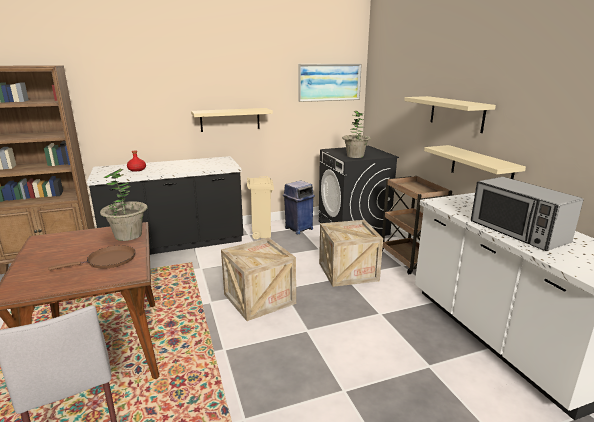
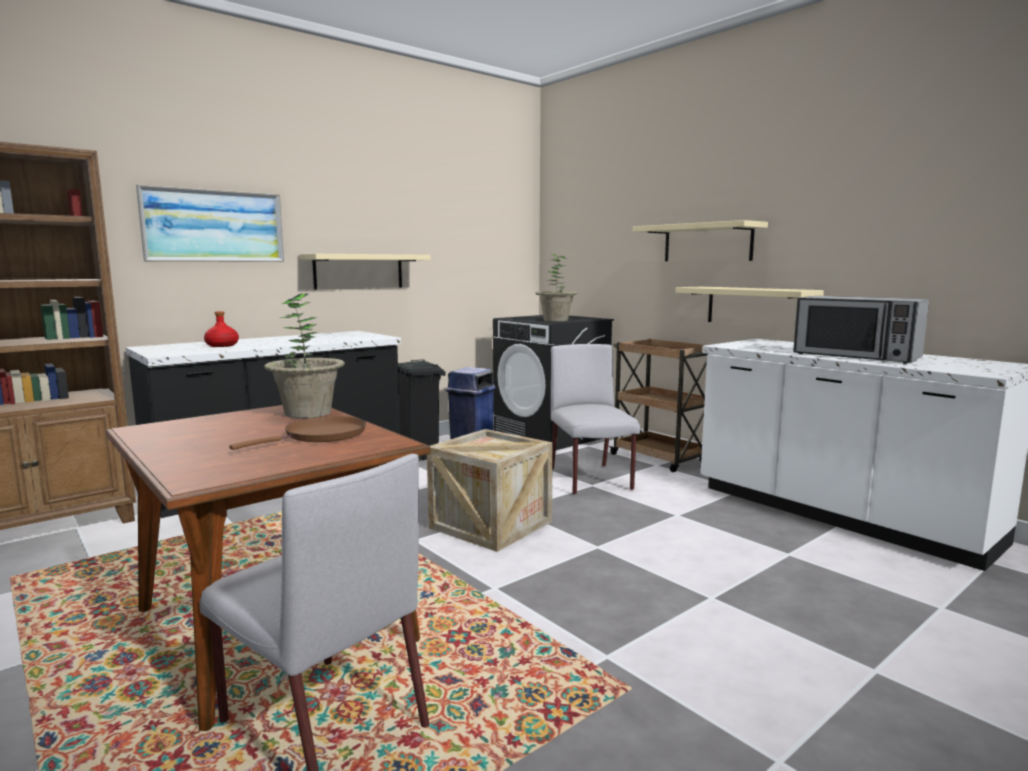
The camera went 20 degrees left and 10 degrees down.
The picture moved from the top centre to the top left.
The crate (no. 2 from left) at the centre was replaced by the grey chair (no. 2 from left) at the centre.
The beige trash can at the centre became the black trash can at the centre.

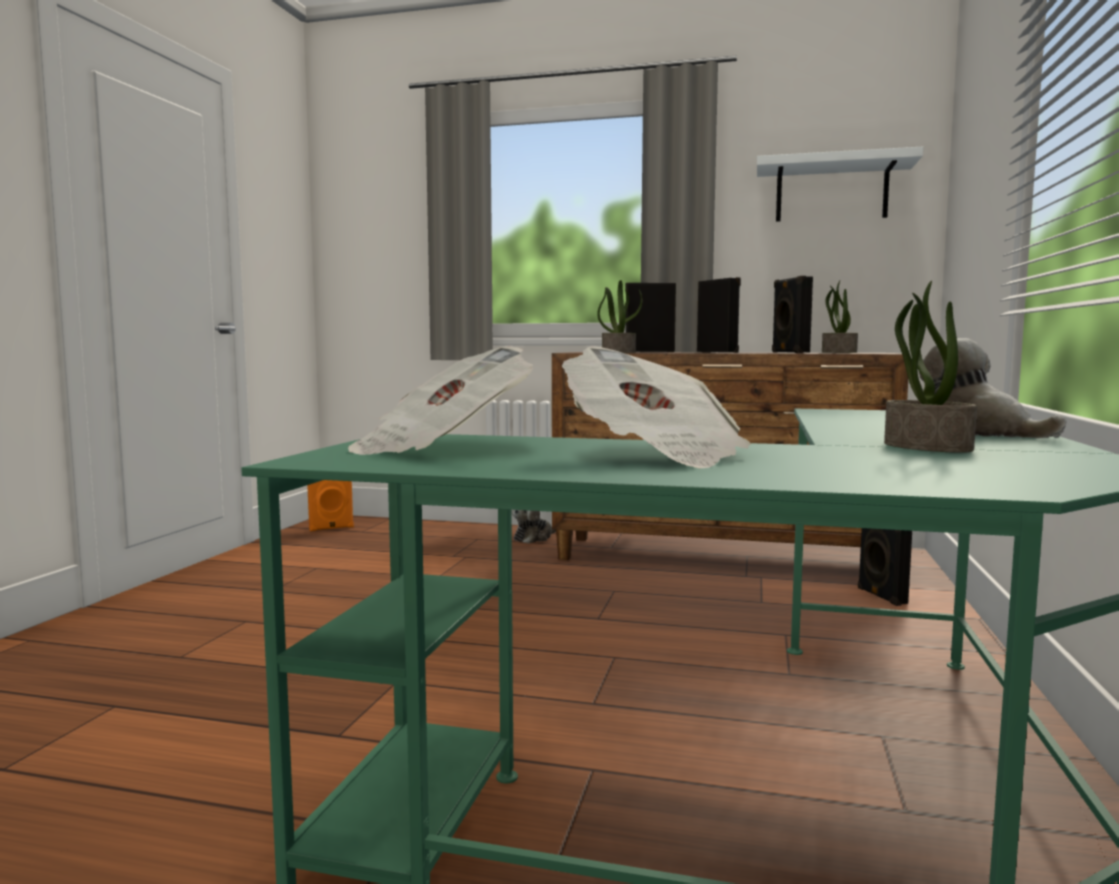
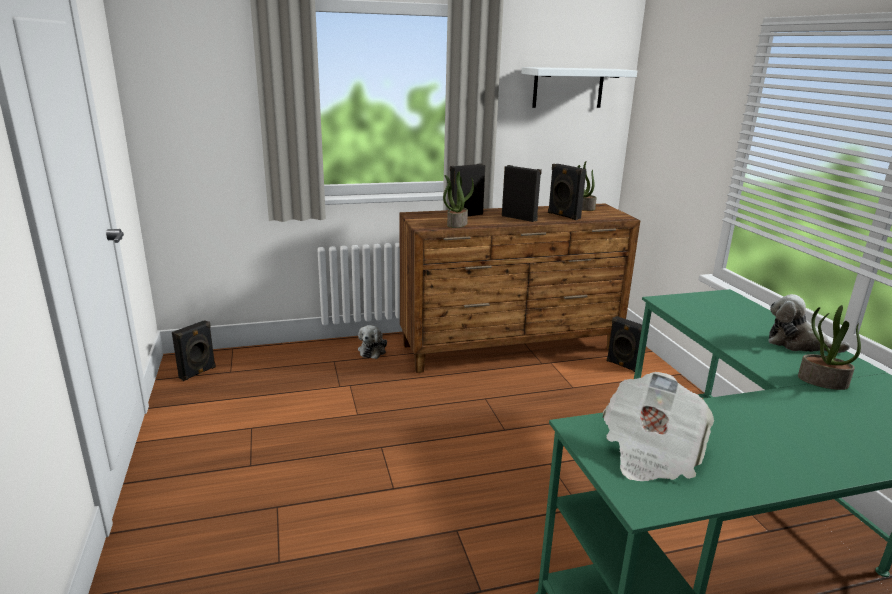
The camera went 30 degrees left and 15 degrees up.
The newspaper (no. 2 from left) at the centre disappeared.
The orange speaker at the middle left became the black speaker (no. 1 from left) at the middle left.

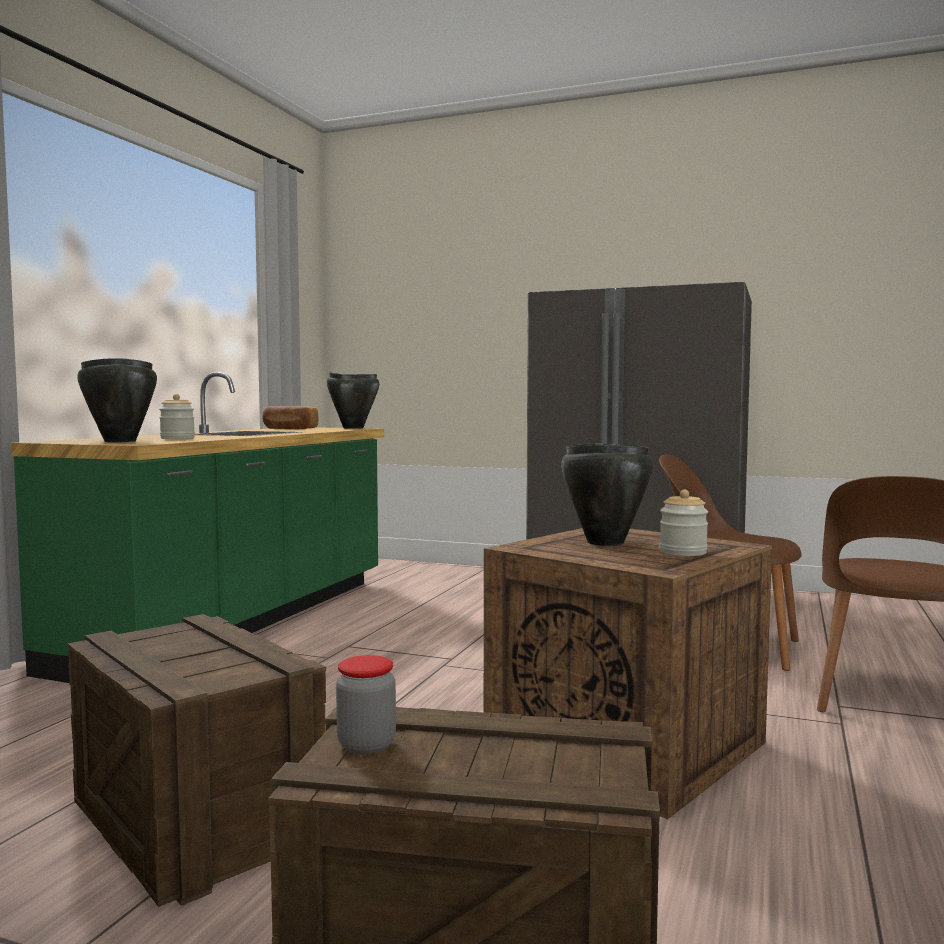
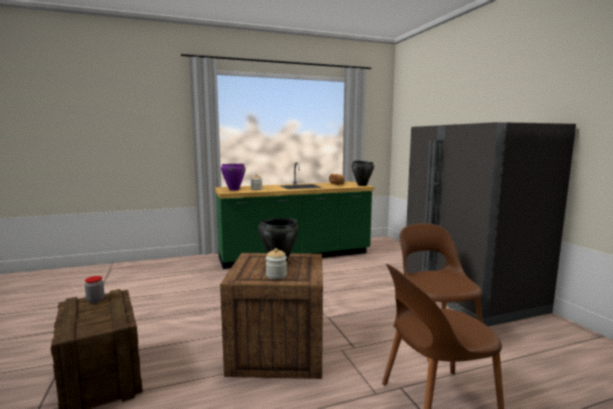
The camera went 50 degrees right and 5 degrees up.
The crate (no. 1 from left) at the bottom left disappeared.
The black cooking pot (no. 1 from left) at the middle left became the purple cooking pot at the centre.

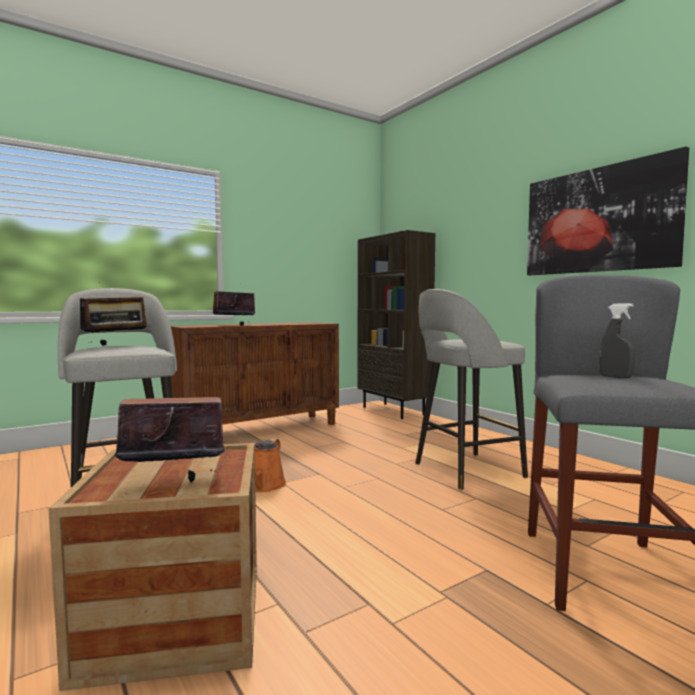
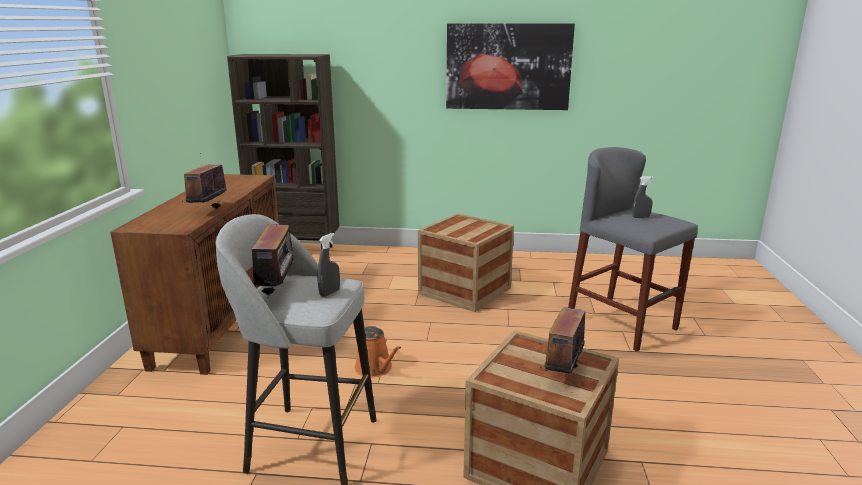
The camera went 50 degrees left and 15 degrees up.
The grey spray bottle (no. 1 from left) at the centre appeared.
The grey stool (no. 2 from left) at the middle right was replaced by the crate (no. 1 from left) at the centre.

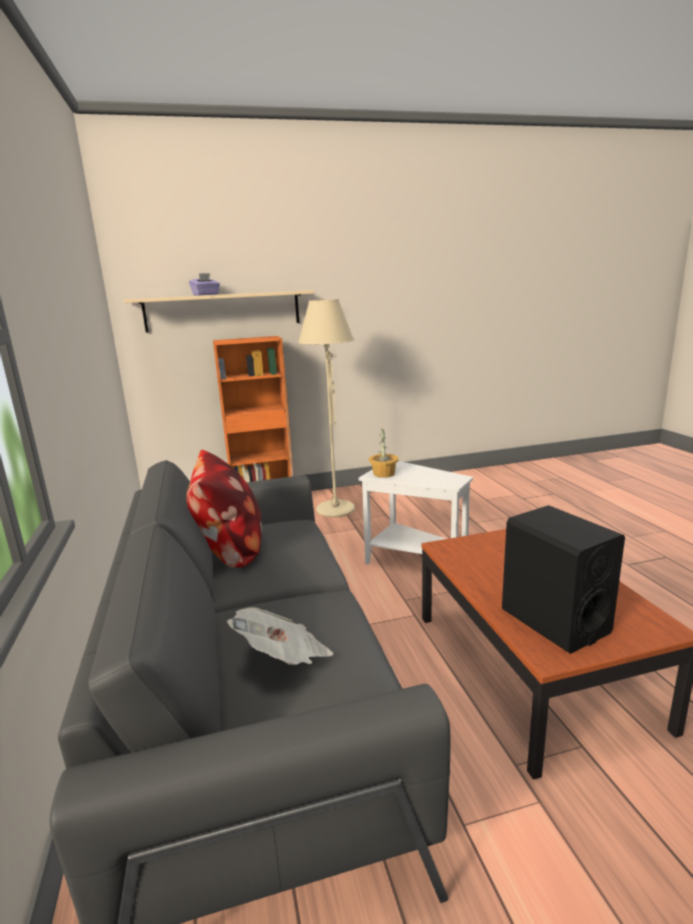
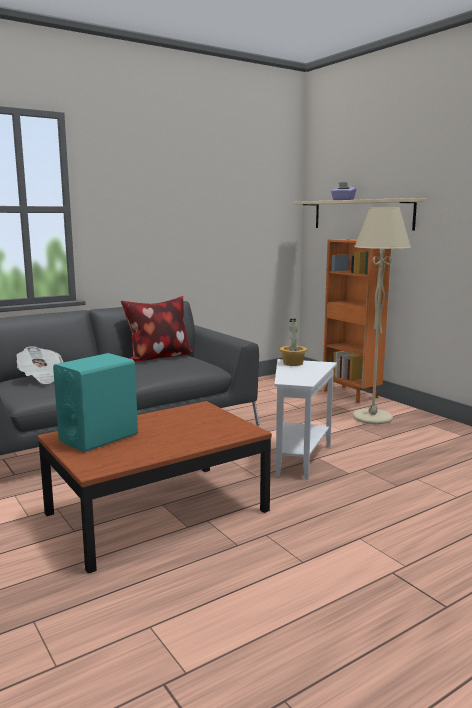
The camera went 70 degrees right and 5 degrees down.
The black speaker at the middle right became the turquoise speaker at the middle left.

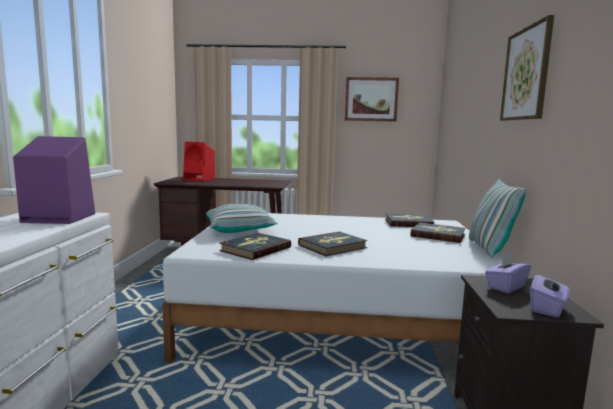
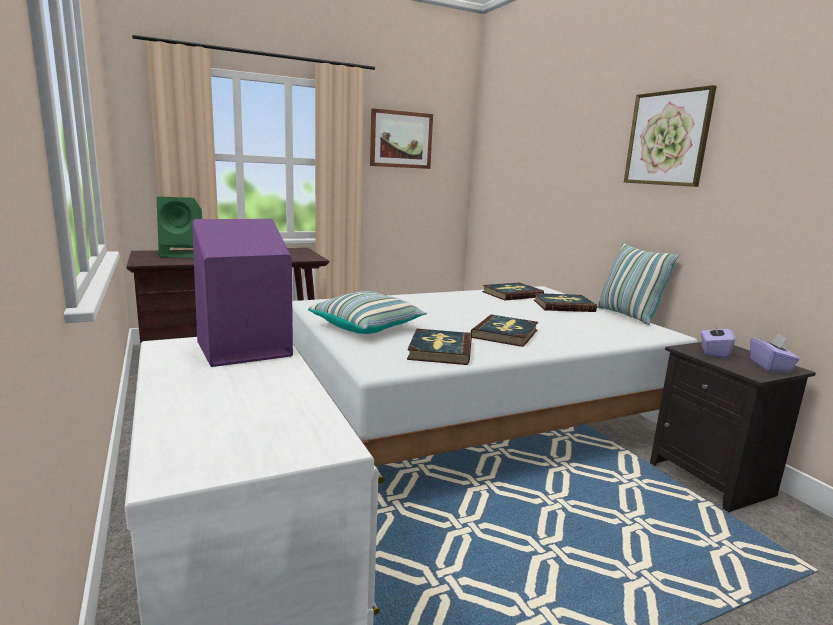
The camera went 30 degrees left and 5 degrees up.
The red speaker at the middle left became the green speaker at the middle left.

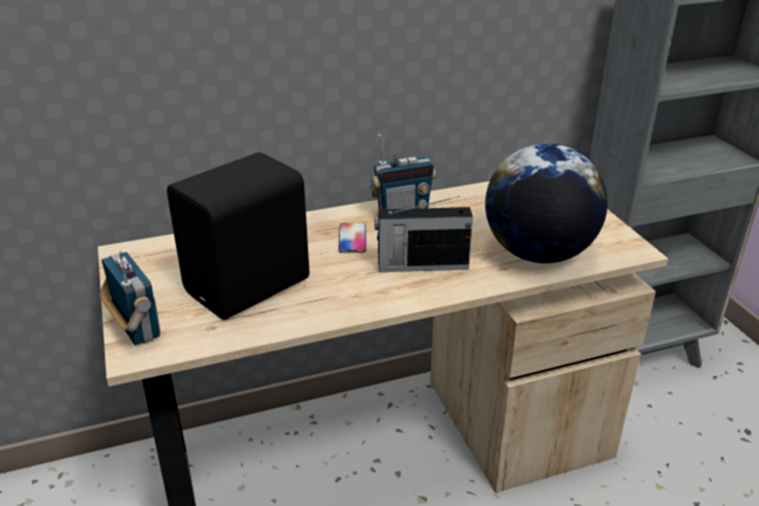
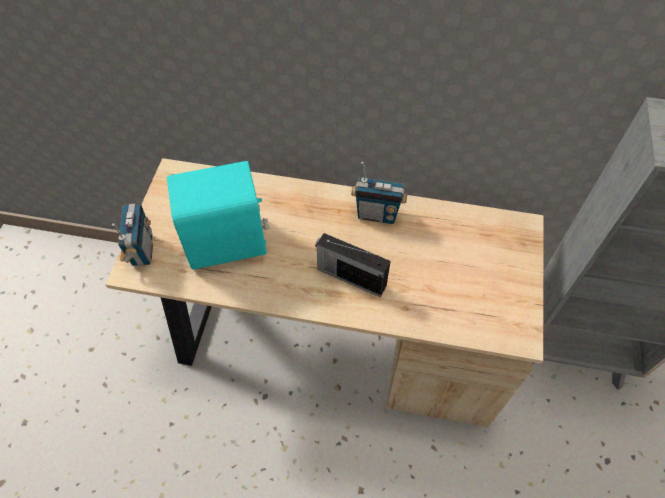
The camera went 30 degrees right and 25 degrees up.
The phone at the centre disappeared.
The globe at the middle right disappeared.
The black speaker at the middle left became the turquoise speaker at the middle left.

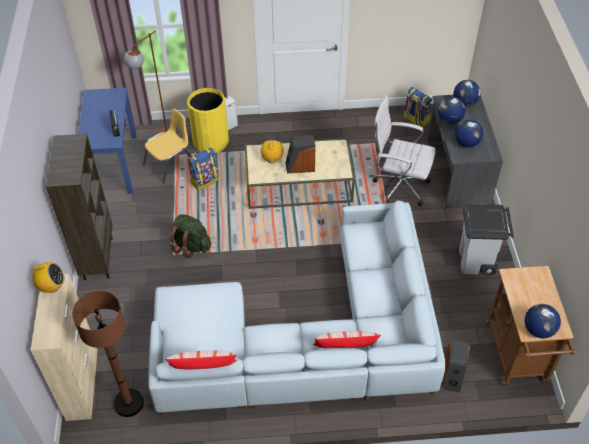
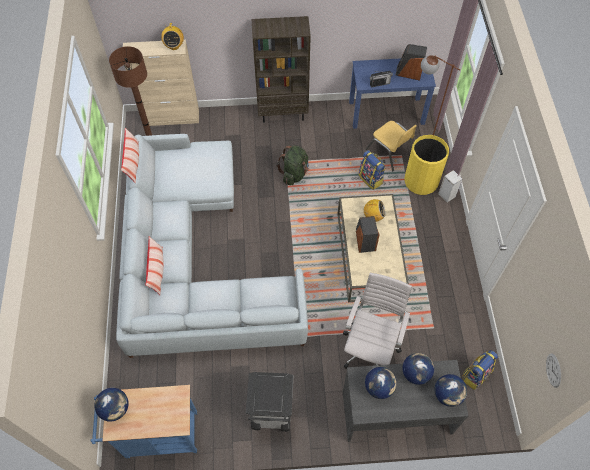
The camera went 90 degrees right and 10 degrees up.
The wall clock at the bottom right appeared.
The speaker (no. 3 from left in the first image) moved from the bottom right to the top right.
The brown cart at the bottom right became the blue cart at the bottom left.

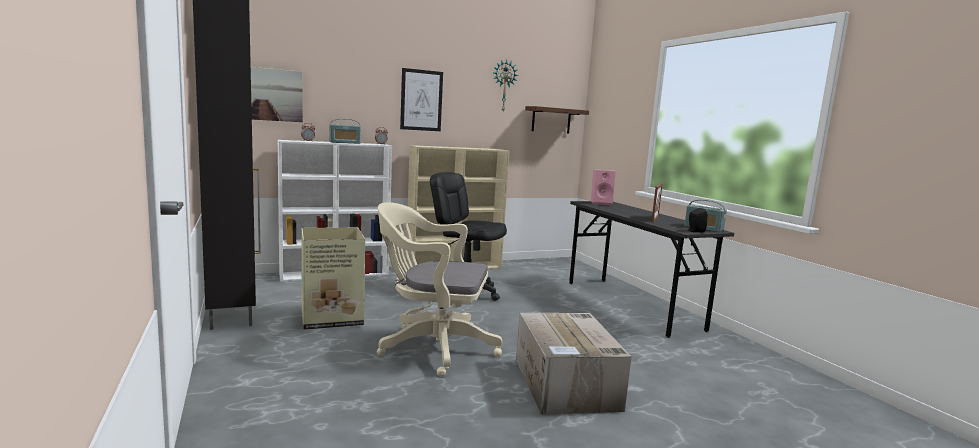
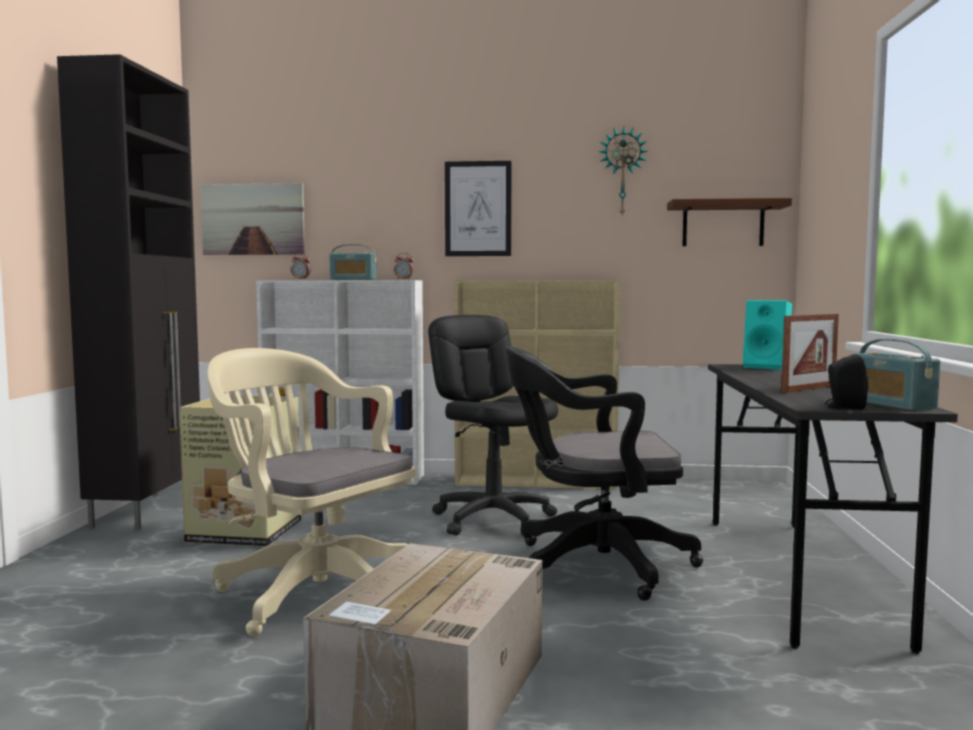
The camera went 30 degrees right and 5 degrees down.
The black office chair (no. 2 from left) at the centre appeared.
The pink speaker at the centre became the turquoise speaker at the middle right.

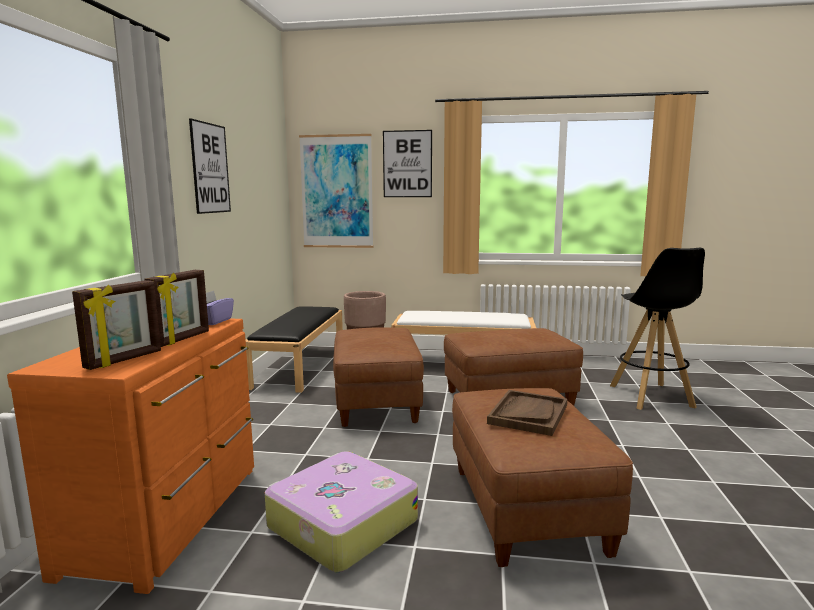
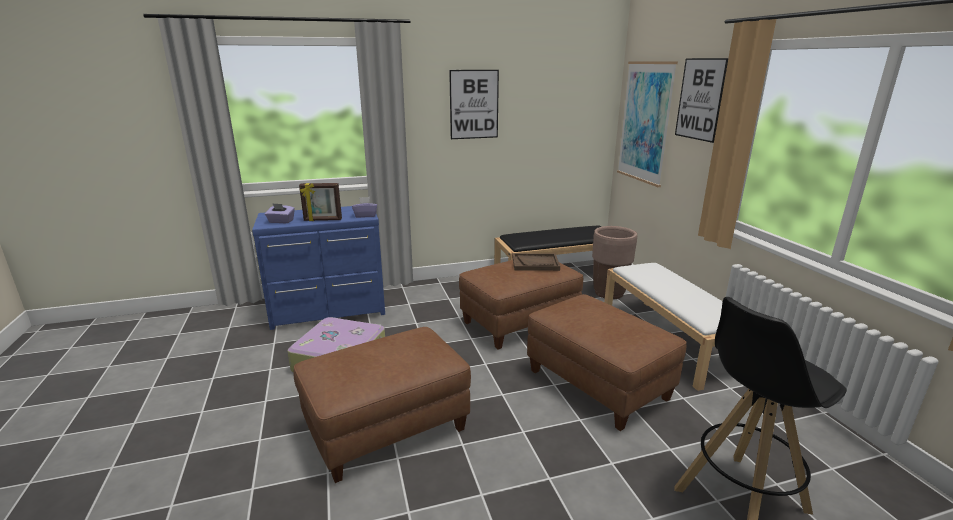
The camera went 65 degrees right and 10 degrees up.
The brown tray moved from the bottom centre to the centre.
The picture frame (no. 1 from left) at the middle left was replaced by the purple tissue box (no. 1 from left) at the middle left.
The orange dresser at the bottom left became the blue dresser at the centre.

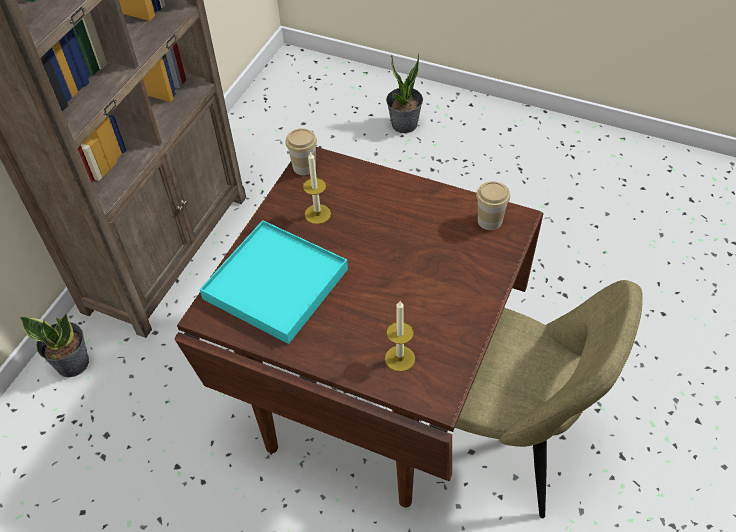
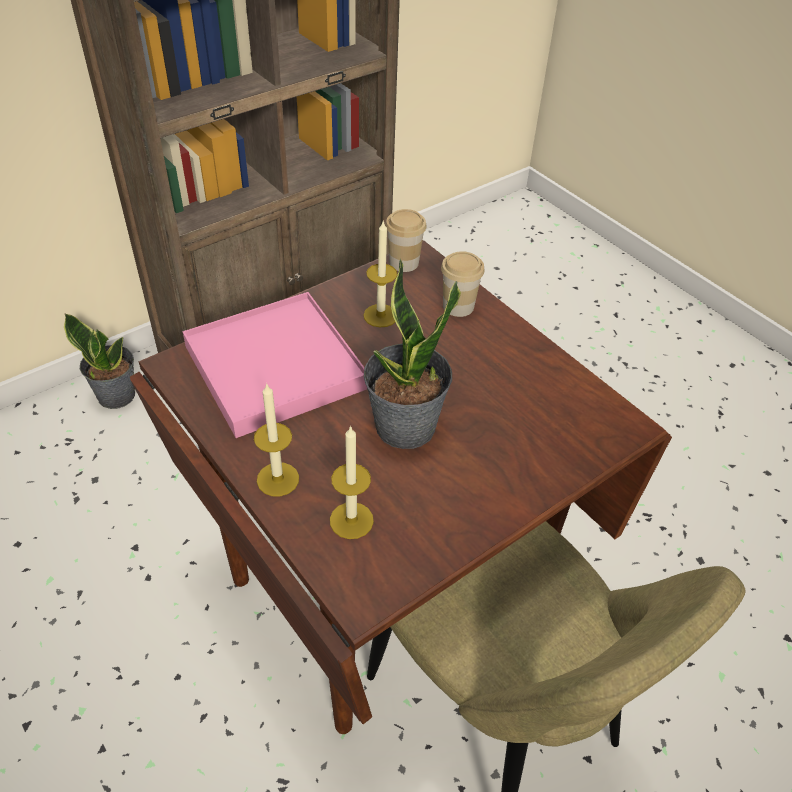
The camera went 25 degrees right and 5 degrees down.
The candle (no. 1 from left) at the centre appeared.
The potted plant (no. 2 from left) moved from the top centre to the centre.
The cup (no. 2 from left) moved from the middle right to the centre.
The turquoise tray at the centre became the pink tray at the centre.

